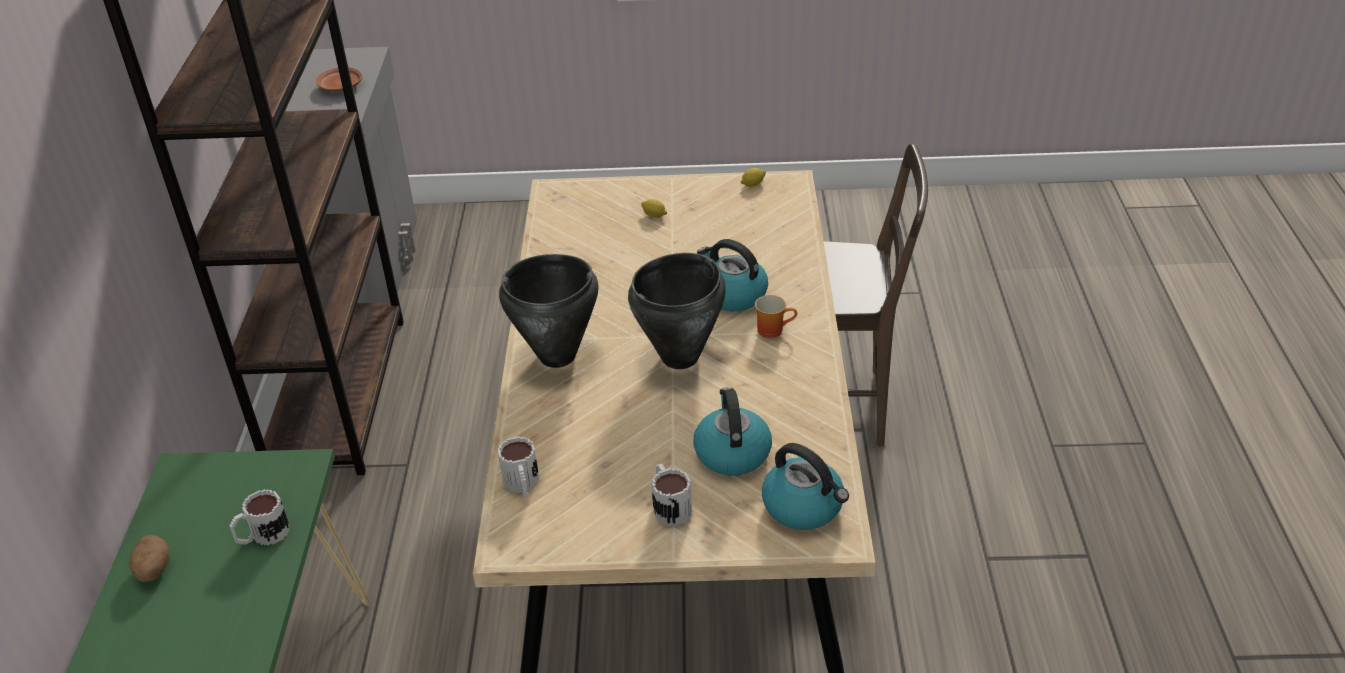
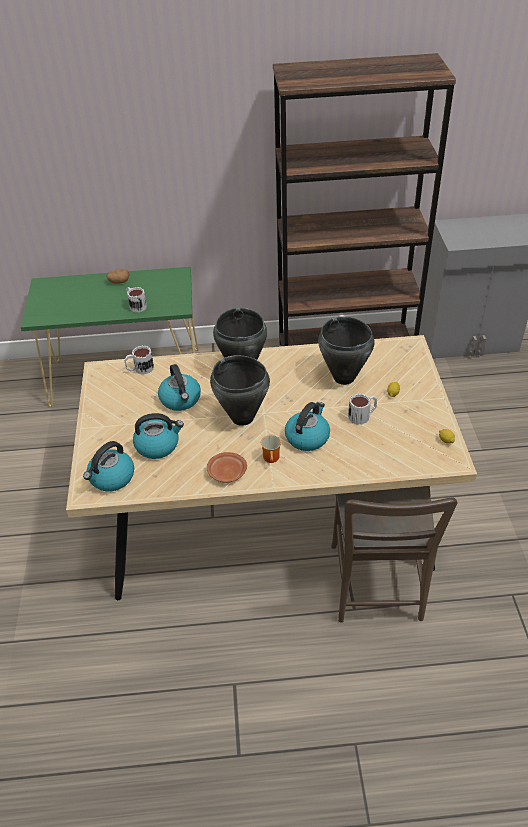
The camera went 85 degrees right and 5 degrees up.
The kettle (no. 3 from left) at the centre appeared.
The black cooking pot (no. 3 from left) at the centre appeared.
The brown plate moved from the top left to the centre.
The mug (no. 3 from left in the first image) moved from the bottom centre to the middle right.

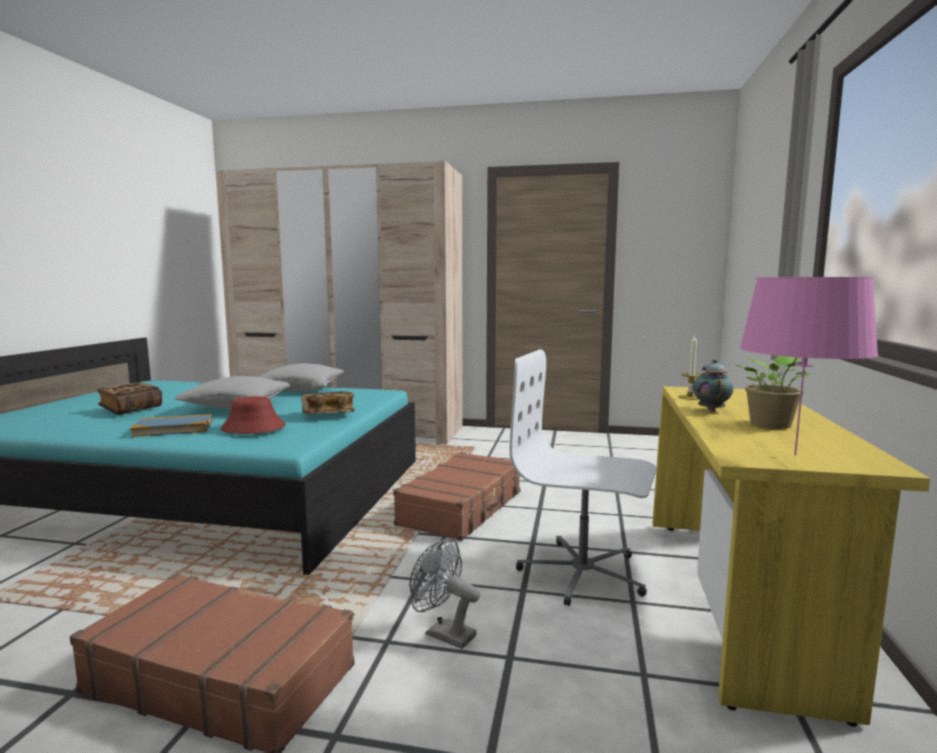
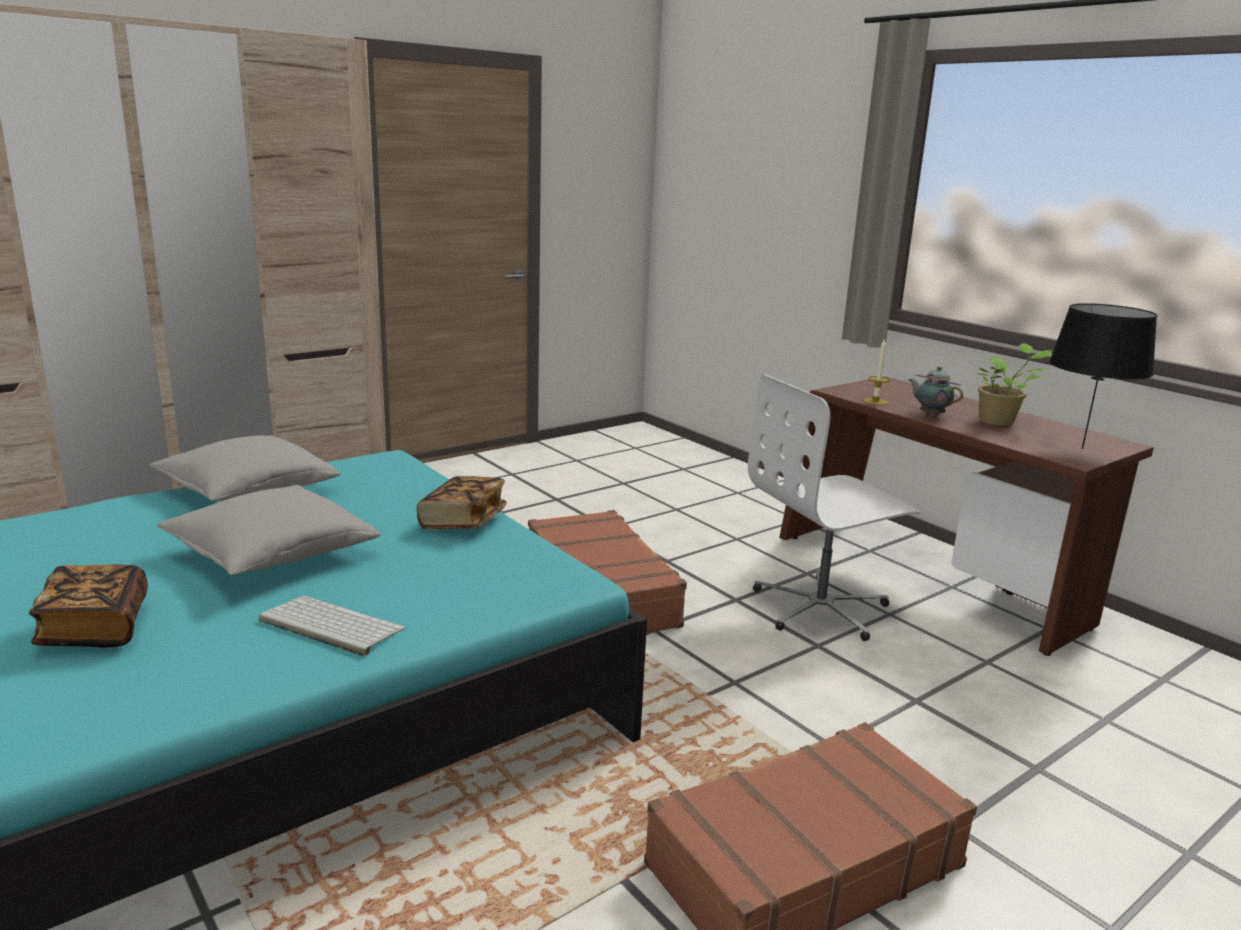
The camera went 50 degrees left and 10 degrees up.
The red hat at the middle left disappeared.
The grey fan at the bottom centre disappeared.
The book (no. 2 from left) at the middle left was replaced by the keyboard at the bottom left.
The yellow desk at the bottom right became the brown desk at the middle right.
The pink table lamp at the middle right became the black table lamp at the middle right.

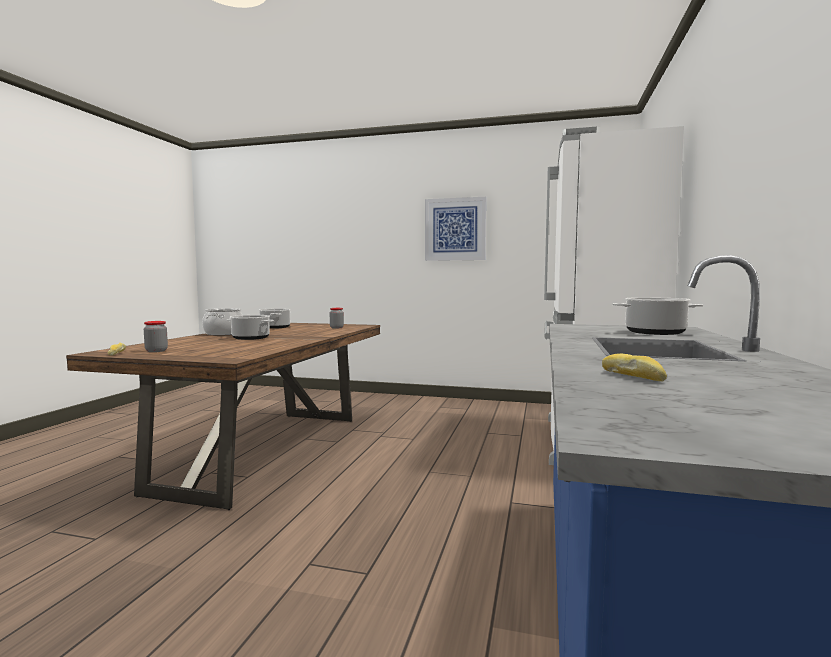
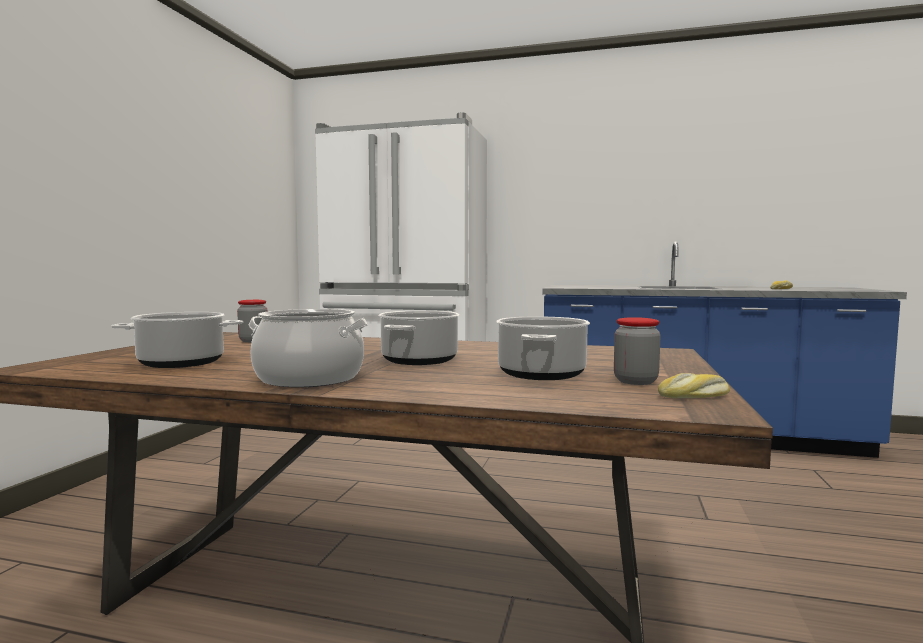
The camera went 90 degrees left and 0 degrees up.
The picture at the centre disappeared.
The cooking pot (no. 4 from left) moved from the middle right to the centre.

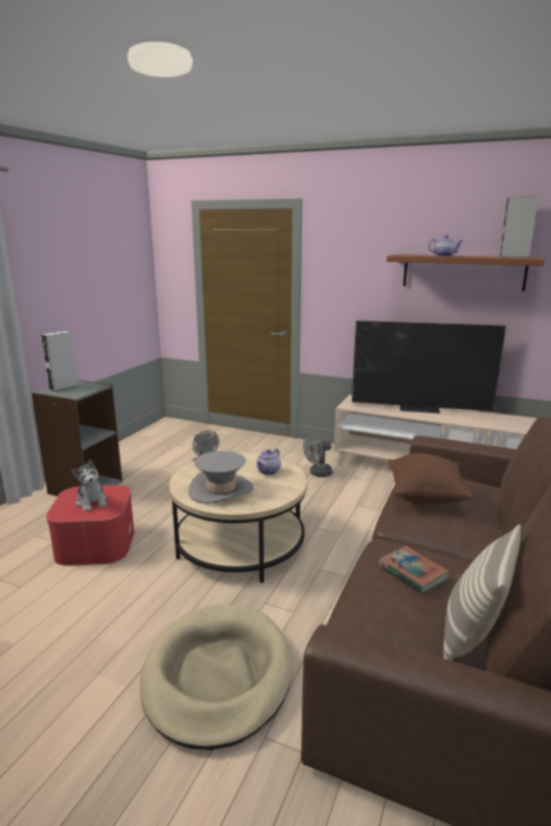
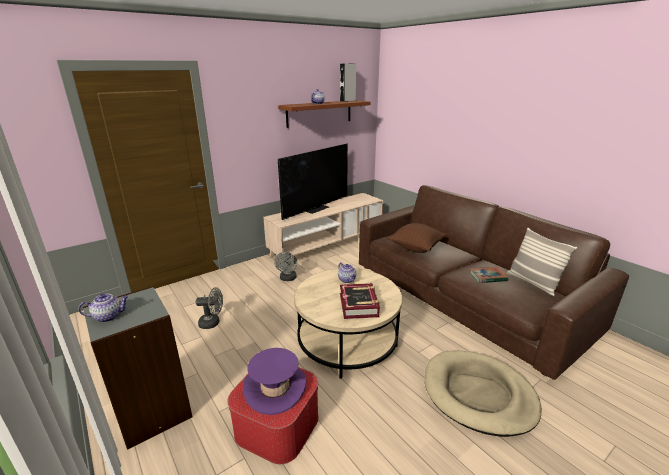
The camera went 60 degrees left and 5 degrees up.
The grey speaker (no. 1 from left) at the middle left was replaced by the teapot (no. 1 from left) at the middle left.
The plush toy at the middle left was replaced by the purple hat at the bottom centre.
The grey hat at the centre was replaced by the book (no. 1 from left) at the centre.

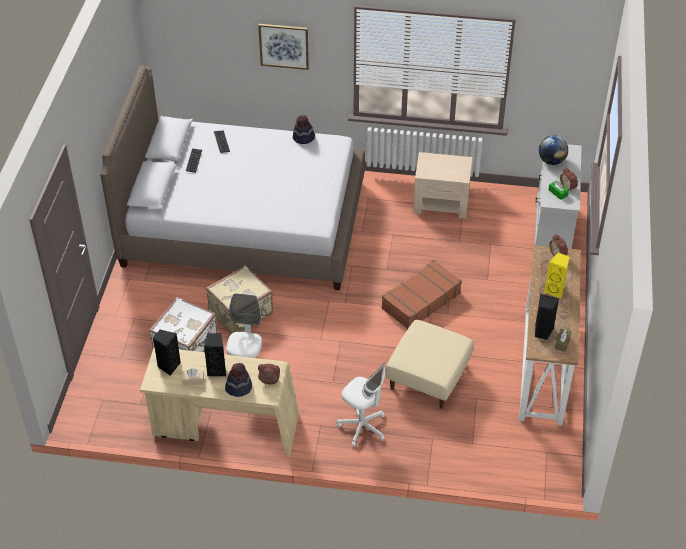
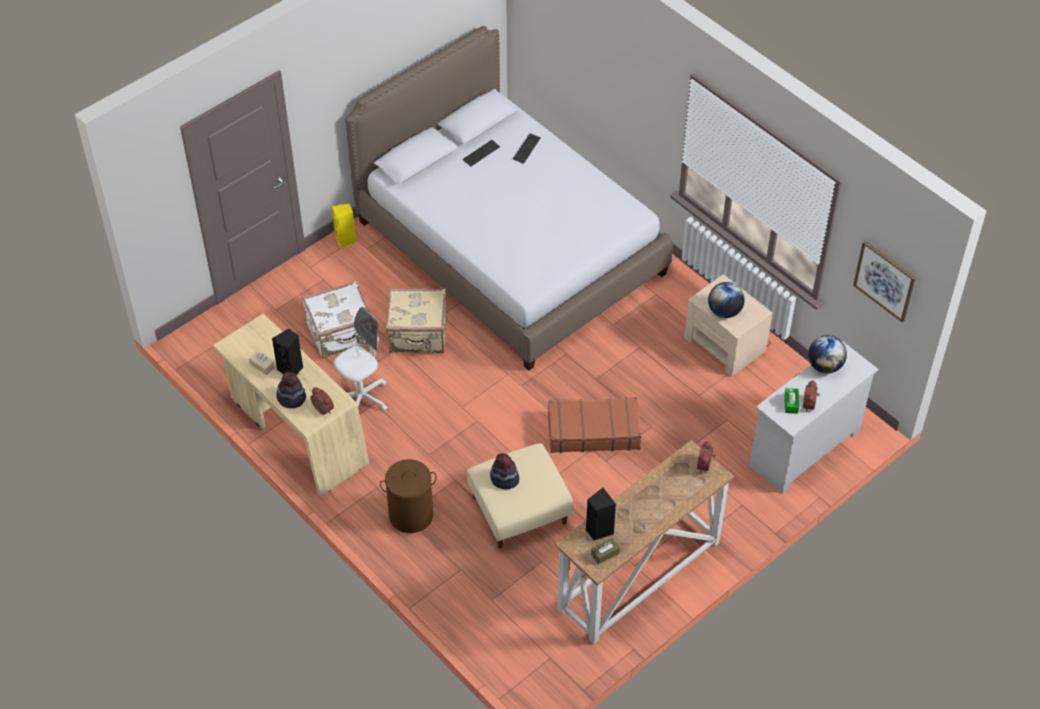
The camera went 40 degrees right and 5 degrees up.
The black speaker (no. 1 from left) at the middle left disappeared.
The globe (no. 1 from left) at the middle right appeared.
The picture moved from the top centre to the middle right.
The hat (no. 2 from left) moved from the top centre to the centre.
The yellow speaker moved from the middle right to the top left.
The white office chair (no. 2 from left) at the bottom centre was replaced by the brown laundry basket at the bottom centre.

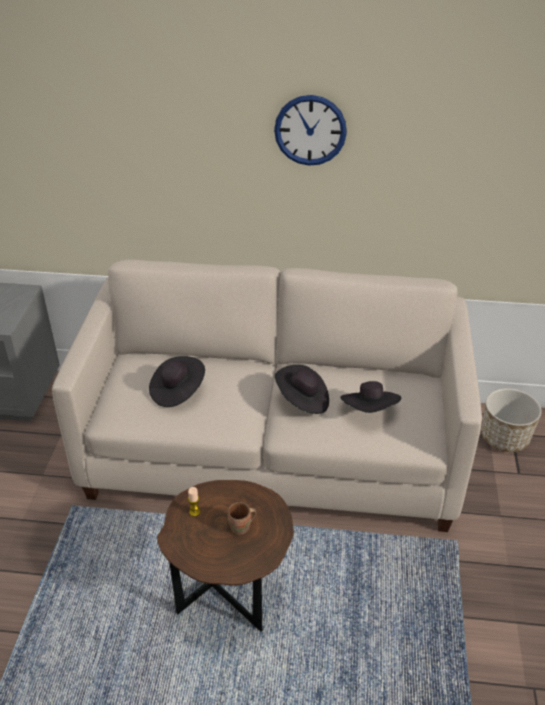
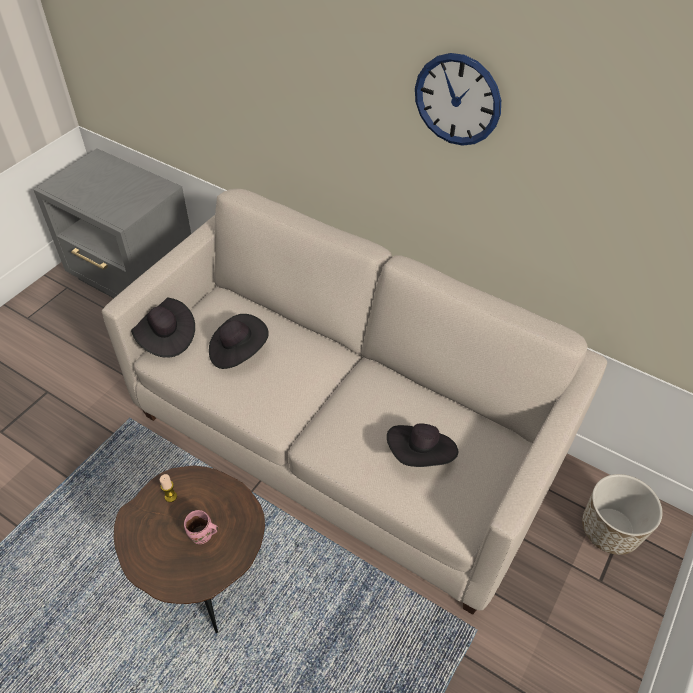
The camera went 25 degrees right and 10 degrees up.
The black hat (no. 2 from left in the first image) moved from the centre to the middle left.
The brown mug at the bottom centre became the pink mug at the bottom left.

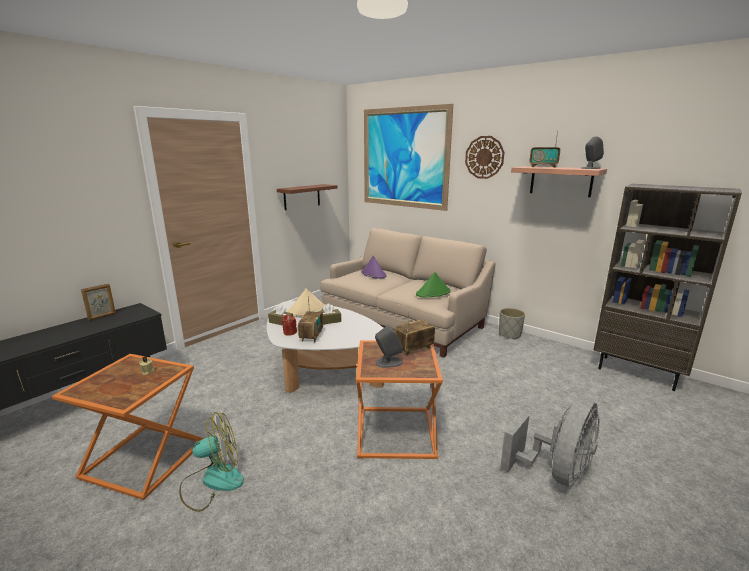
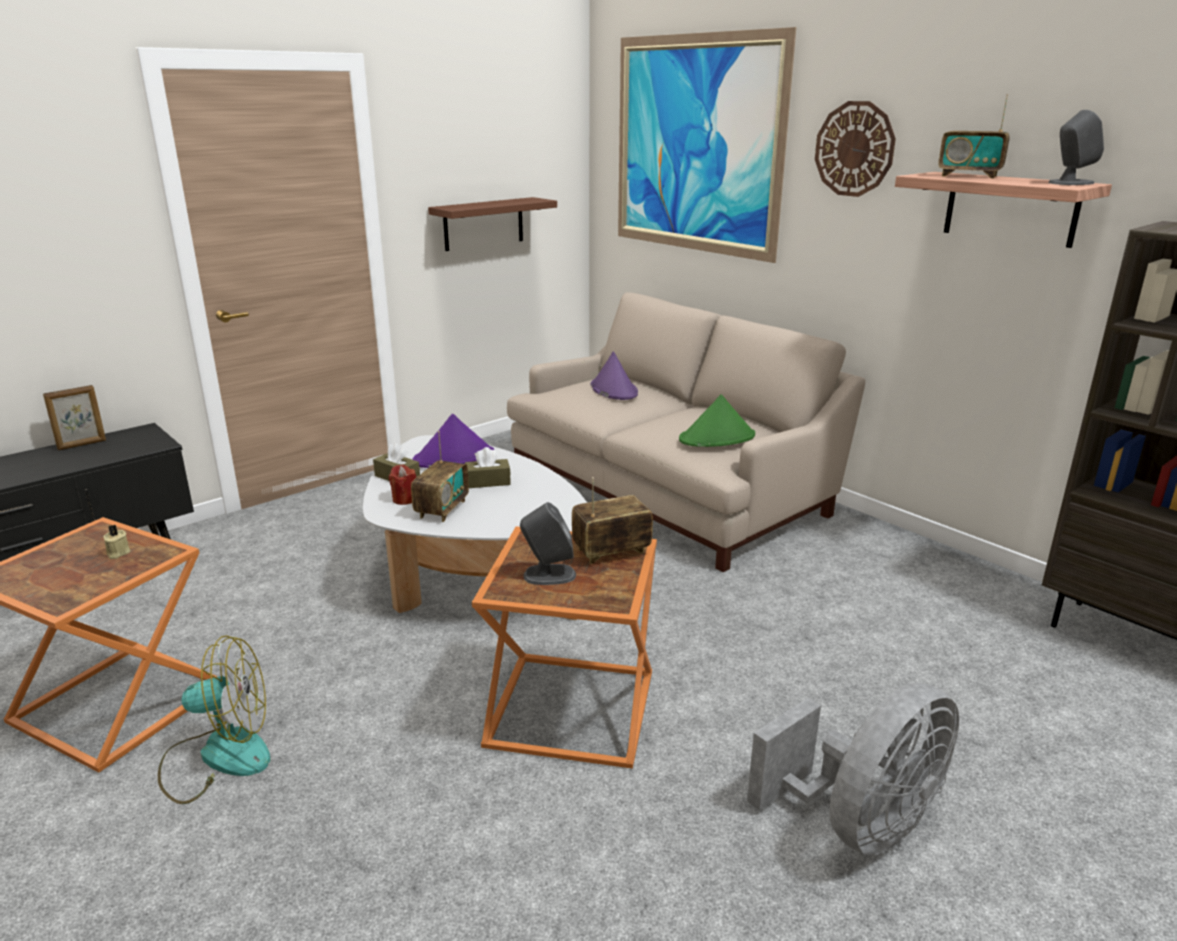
The camera went 10 degrees right and 5 degrees up.
The grey planter at the middle right disappeared.
The beige hat at the centre became the purple hat (no. 1 from left) at the centre.

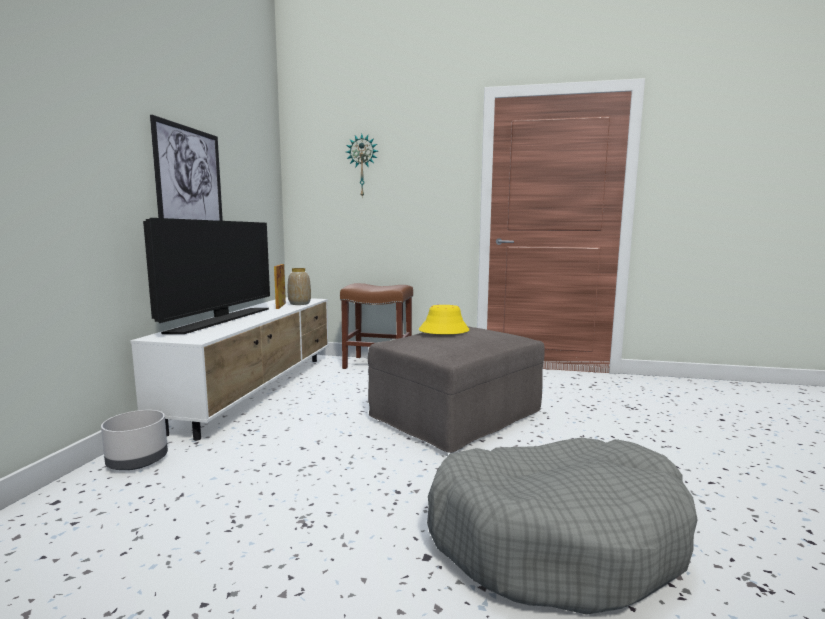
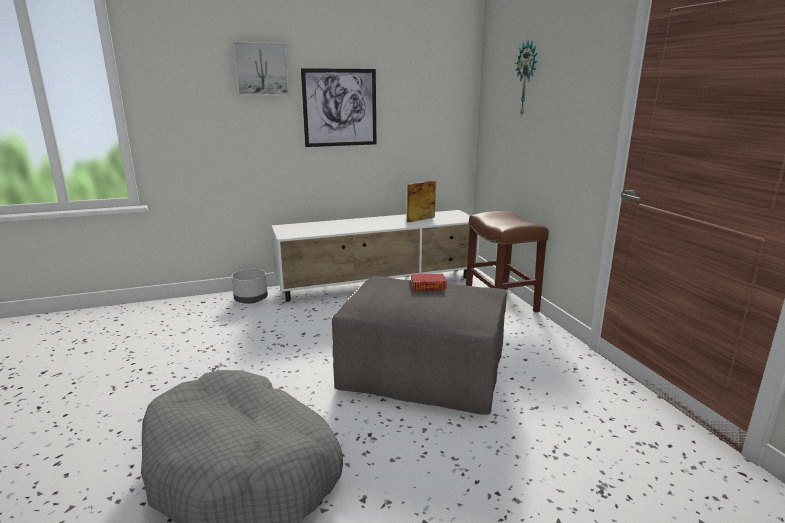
The camera went 60 degrees right and 10 degrees up.
The television at the middle left disappeared.
The vase at the centre disappeared.
The picture (no. 1 from left) at the top left appeared.
The yellow hat at the centre was replaced by the book at the centre.

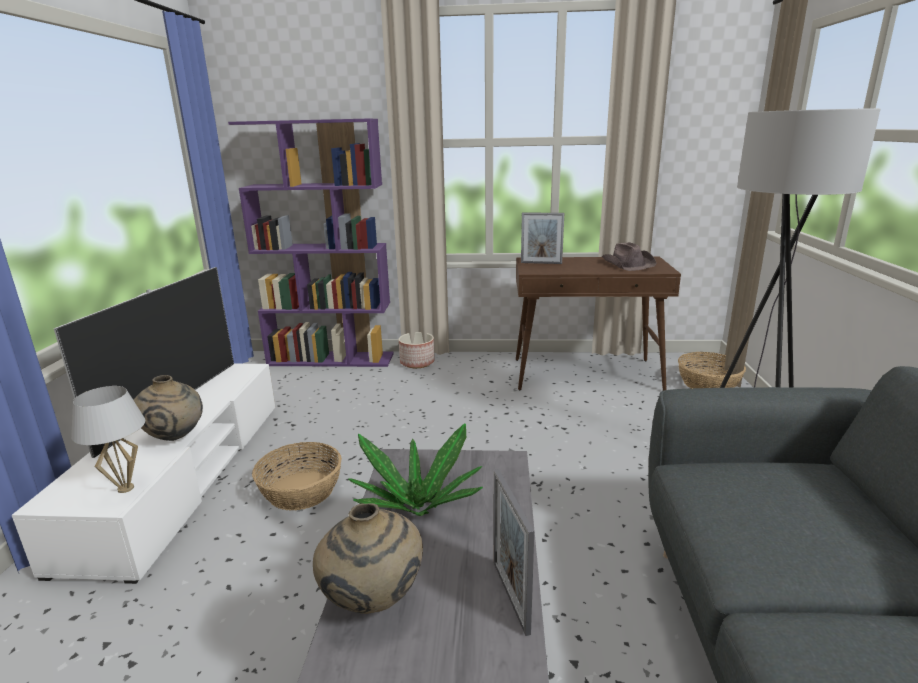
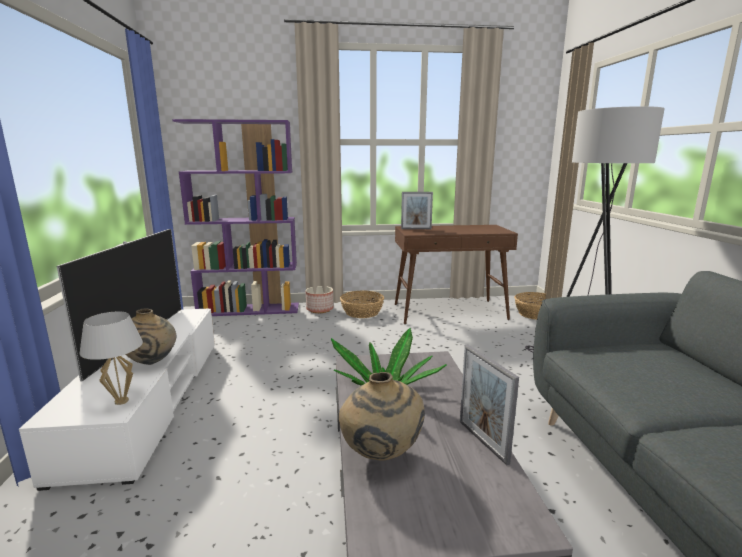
The camera went 10 degrees left and 5 degrees down.
The brown hat at the middle right disappeared.
The basket (no. 1 from left) moved from the bottom left to the centre.

